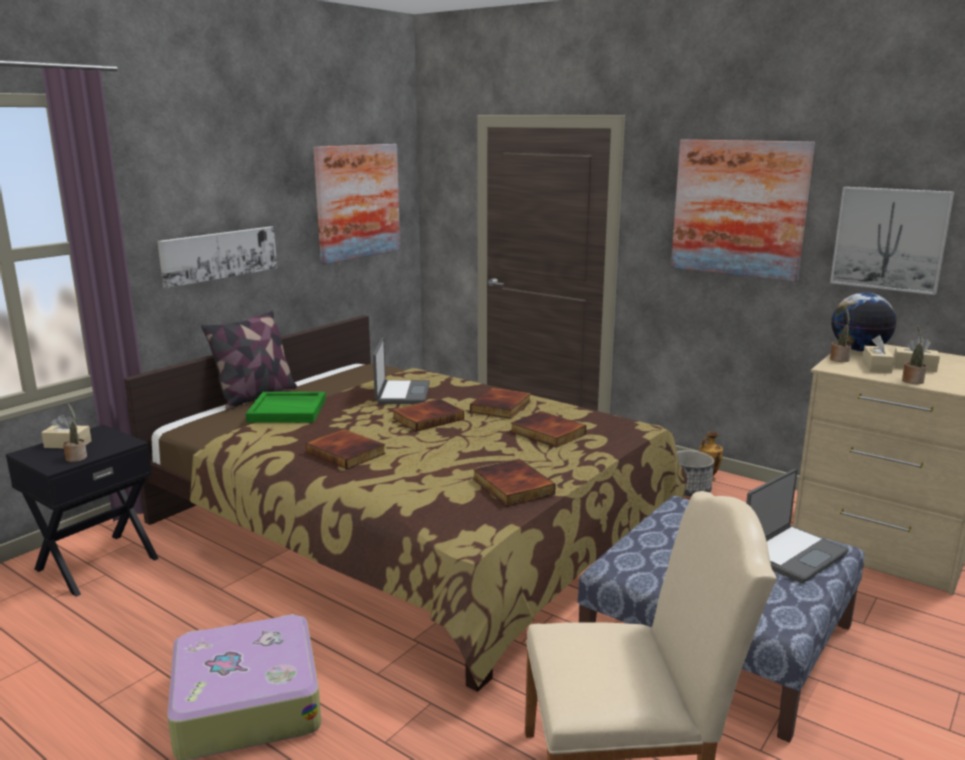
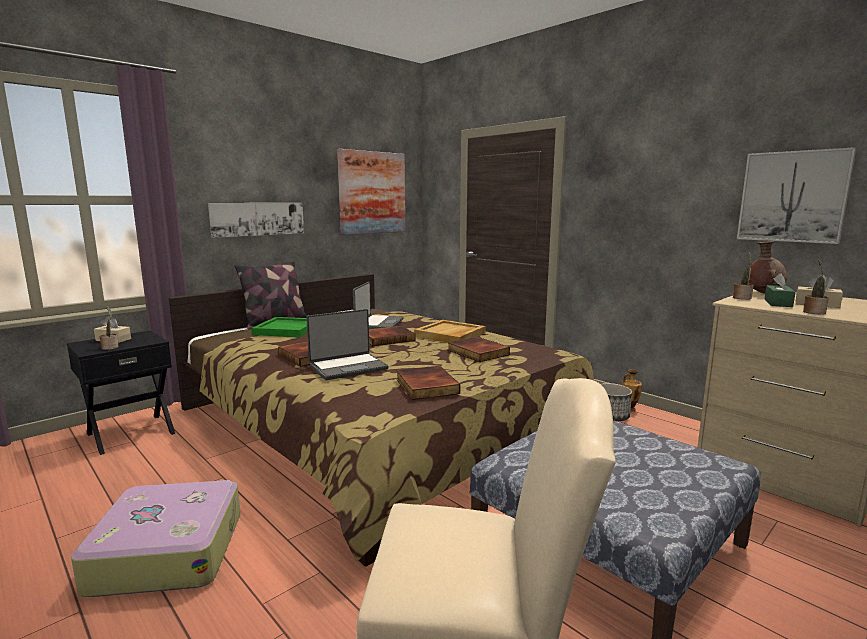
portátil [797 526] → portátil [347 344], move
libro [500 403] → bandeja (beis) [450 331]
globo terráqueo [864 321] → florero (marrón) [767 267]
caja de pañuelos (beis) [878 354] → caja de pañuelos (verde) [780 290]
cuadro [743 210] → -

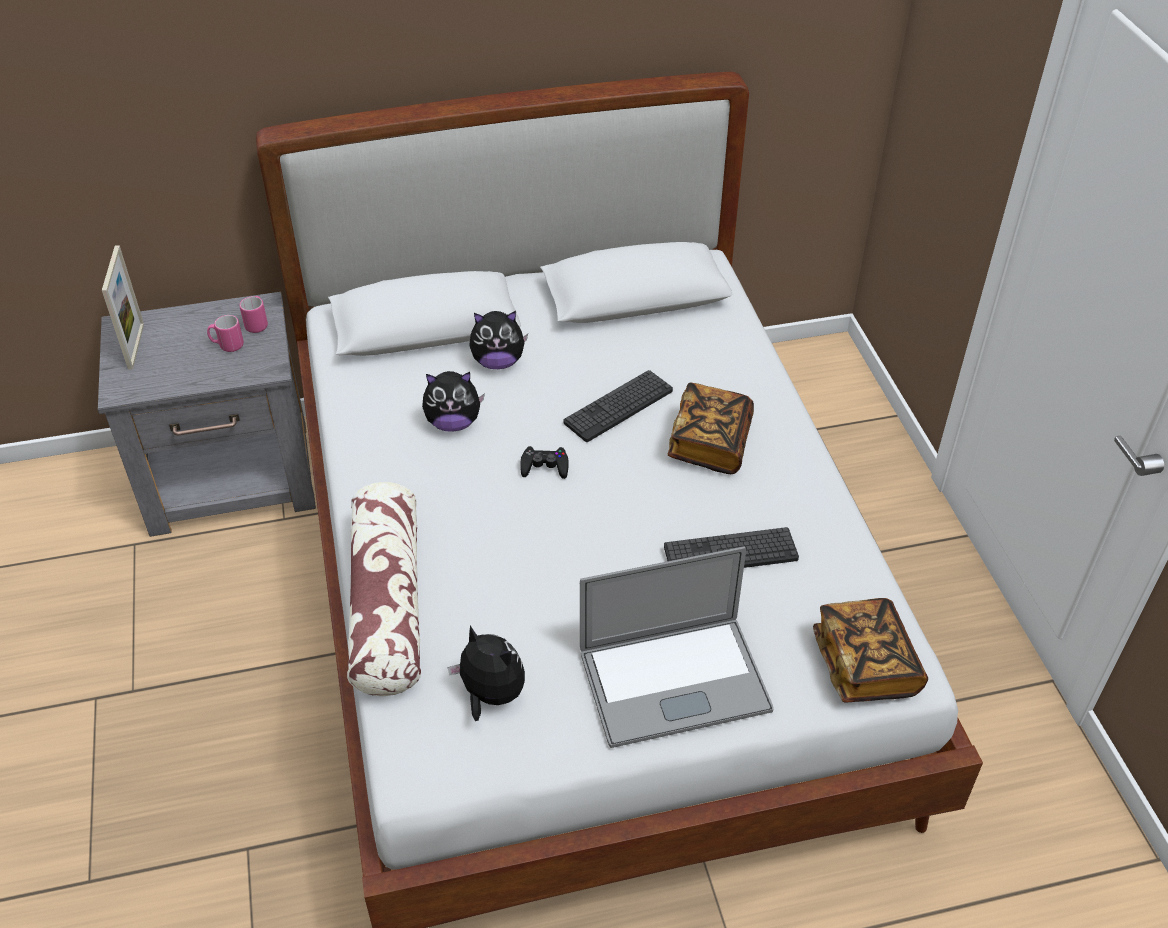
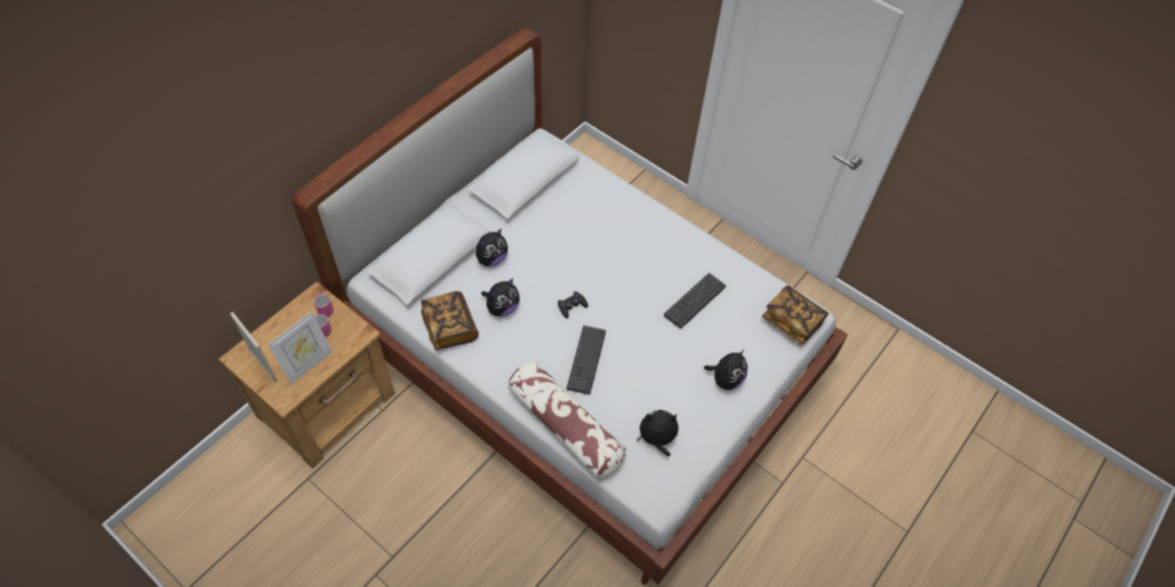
mesita de noche (gris) [207 414] → mesita de noche (marrón) [306 375]
- → portarretratos [300 347]
libro [711 428] → libro [450 320], move
teclado [618 406] → teclado [586 360], move
portátil [677 647] → peluche [726 369]

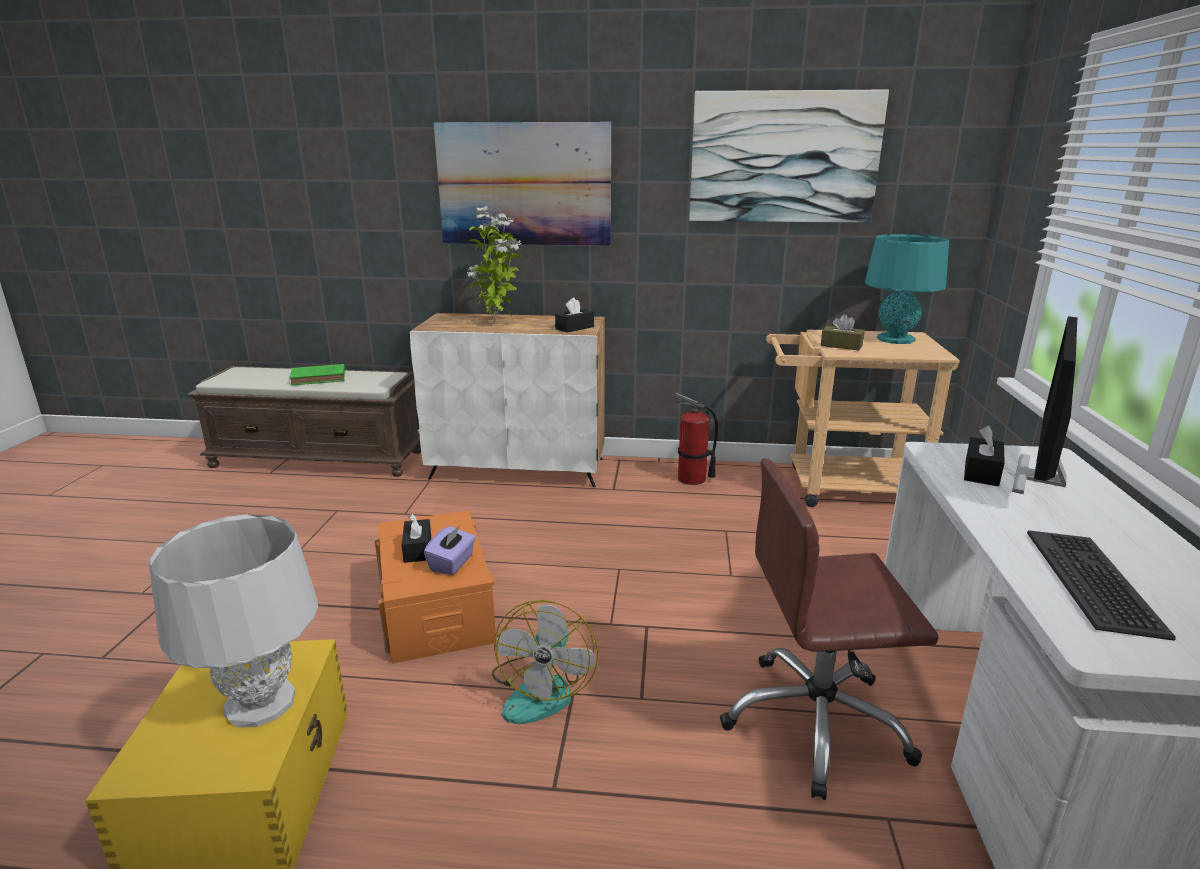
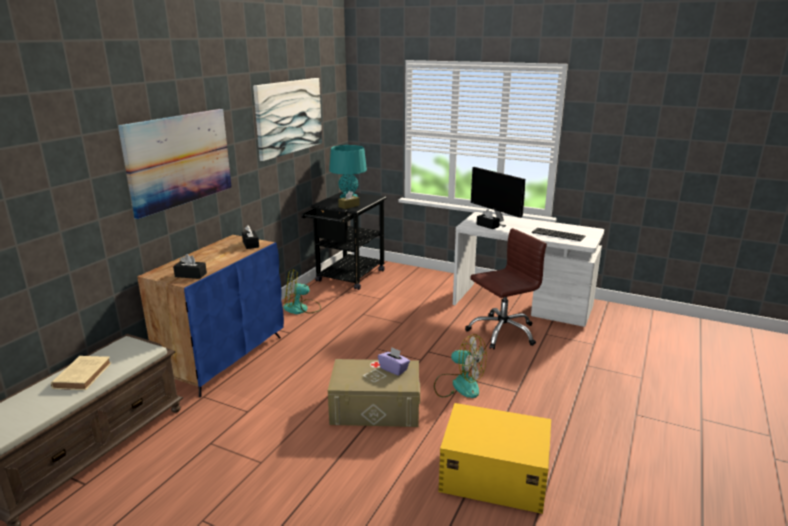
libro (verde) [317 375] → libro (beis) [81 373]
armario (blanco) [507 400] → armario (azul) [210 316]
caja de pañuelos (negro) [416 538] → caja de pañuelos (negro) [190 266], move
extintor [696 439] → ventilador [302 291]
carrito (beis) [863 418] → carrito (negro) [344 241]
caja de almacenaje (naranja) [435 587] → caja de almacenaje (beis) [374 393]
silla de oficina (marrón) [829 629] → silla de oficina (marrón) [506 288], 135 degrees counterclockwise
lámpara de mesa (gris) [233 621] → -
planta en maceta [494 265] → -

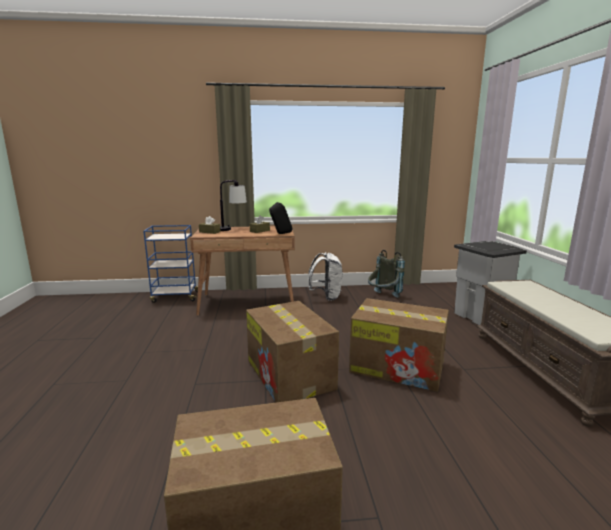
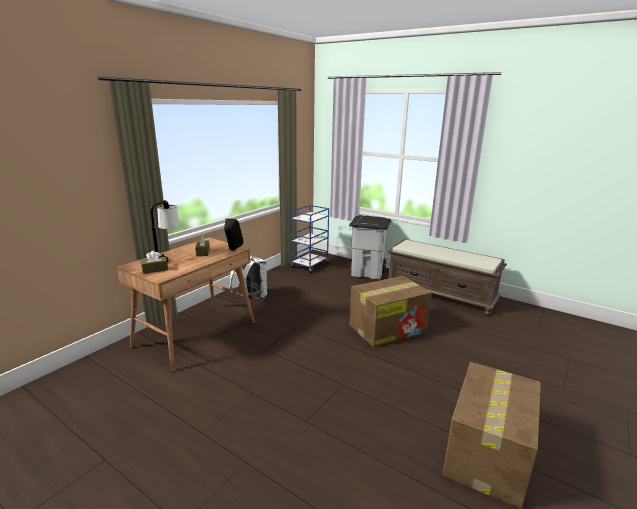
carrito (azul) [170 264] → carrito (azul) [310 239], move
caja de cartón [292 351] → -
mochila (gris) [386 274] → -

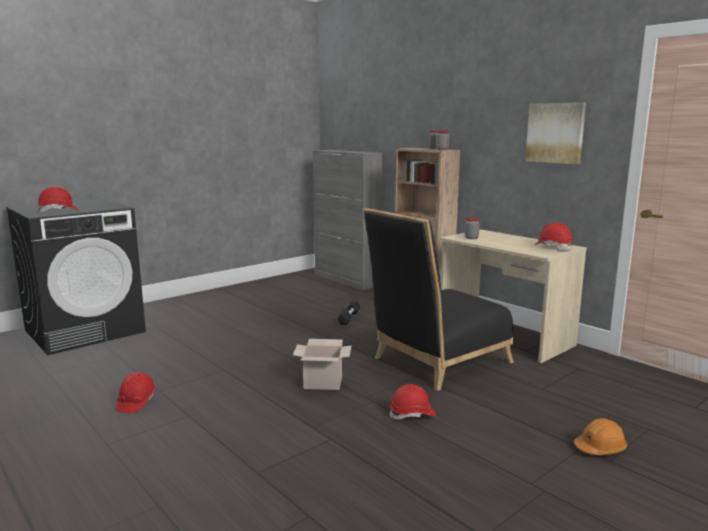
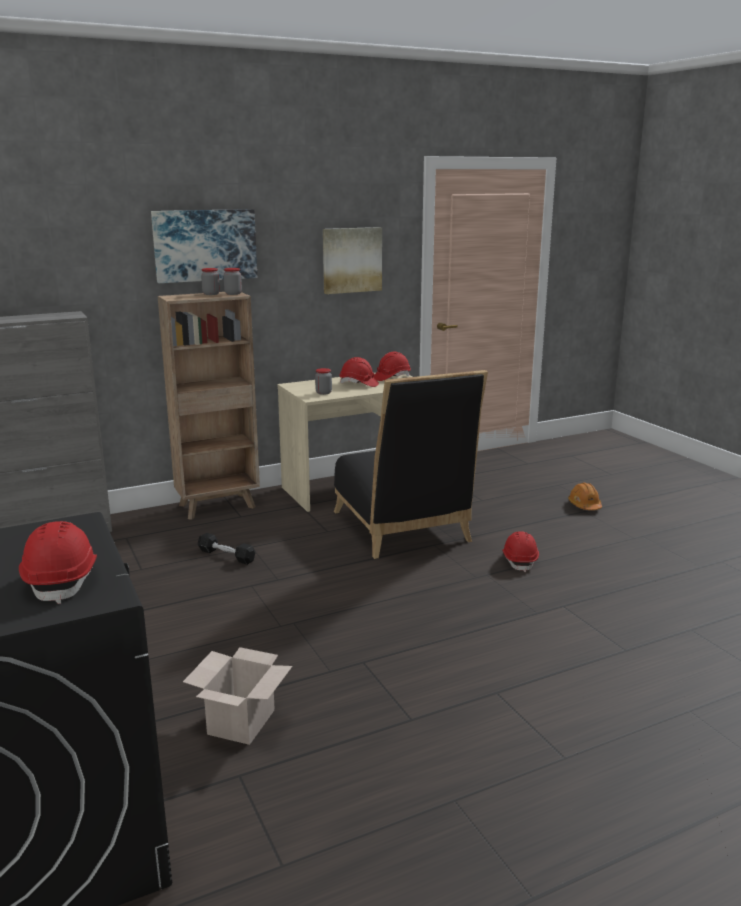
- → cuadro [204 246]
caja de cartón [322 364] → caja de cartón [237 696], move
casco (rojo) [136 392] → casco (rojo) [359 372], move

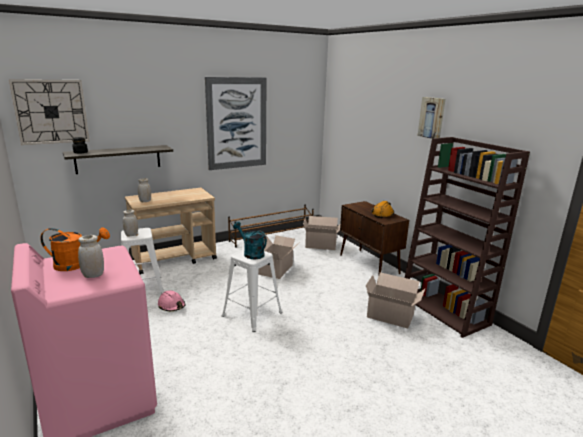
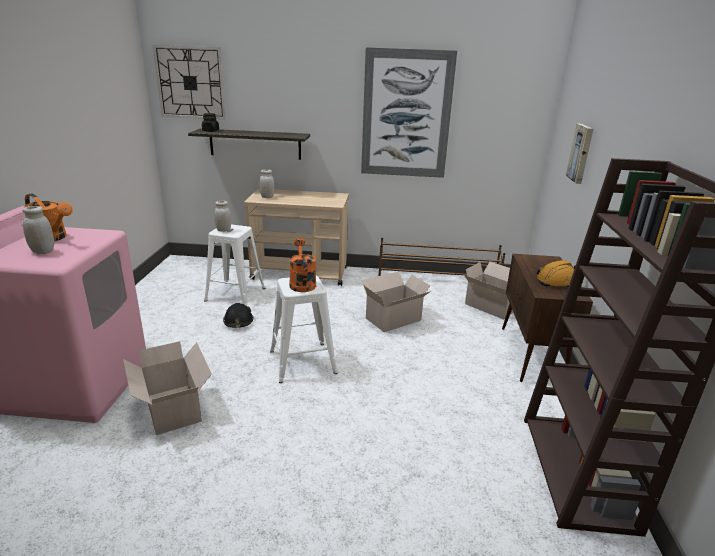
caja de cartón [396 300] → caja de cartón [167 388], move
casco (rosa) [171 301] → casco (negro) [238 315]
regadera (turquesa) [250 240] → regadera (naranja) [302 265]
cuadro [431 118] → cuadro [579 154], move

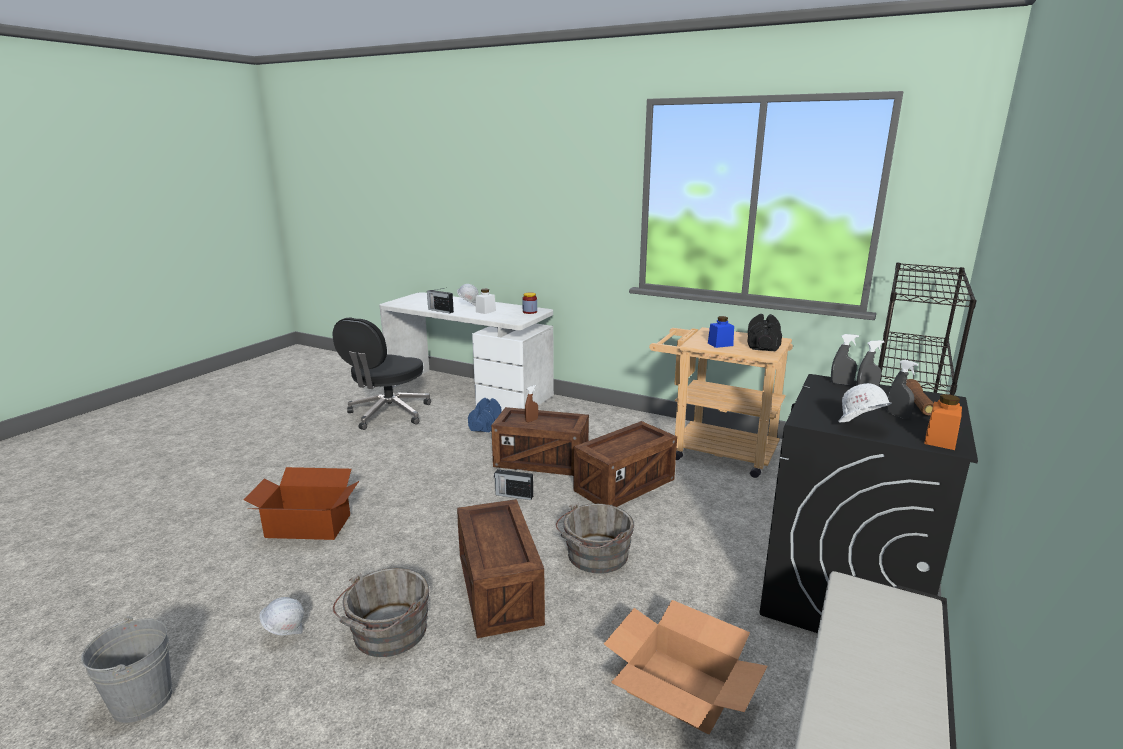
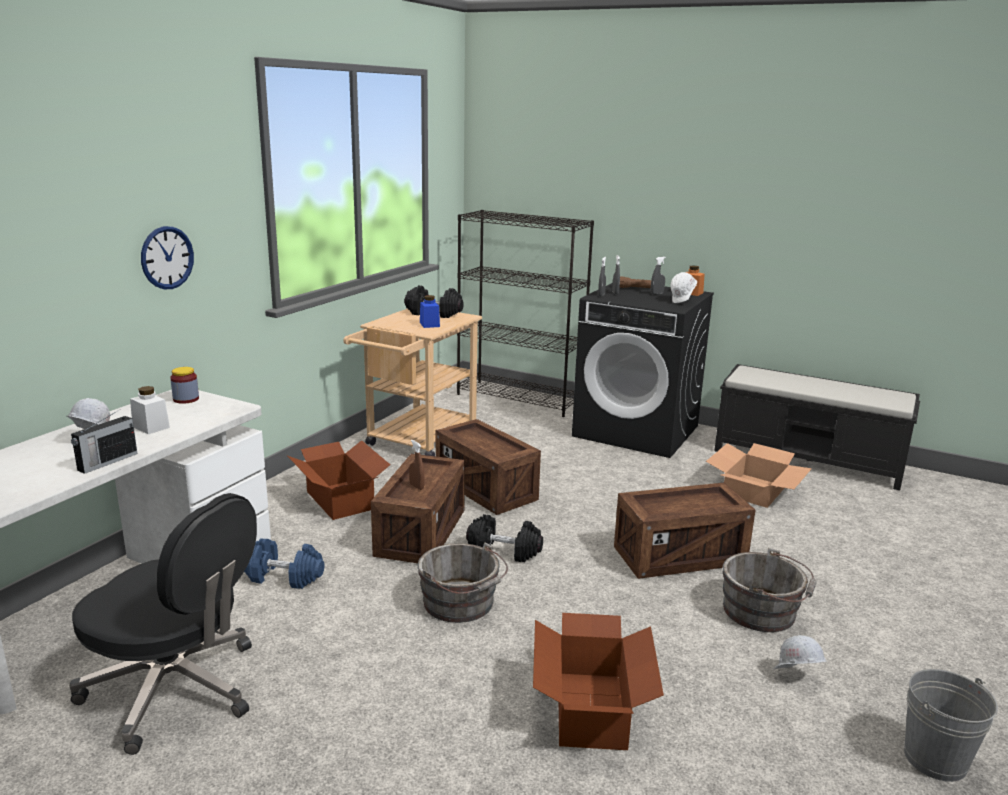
- → reloj de pared [167 257]
- → caja de cartón [339 480]
cubo (gris) [595 538] → cubo (gris) [462 582], move
radio [513 484] → mancuerna (negro) [504 538]

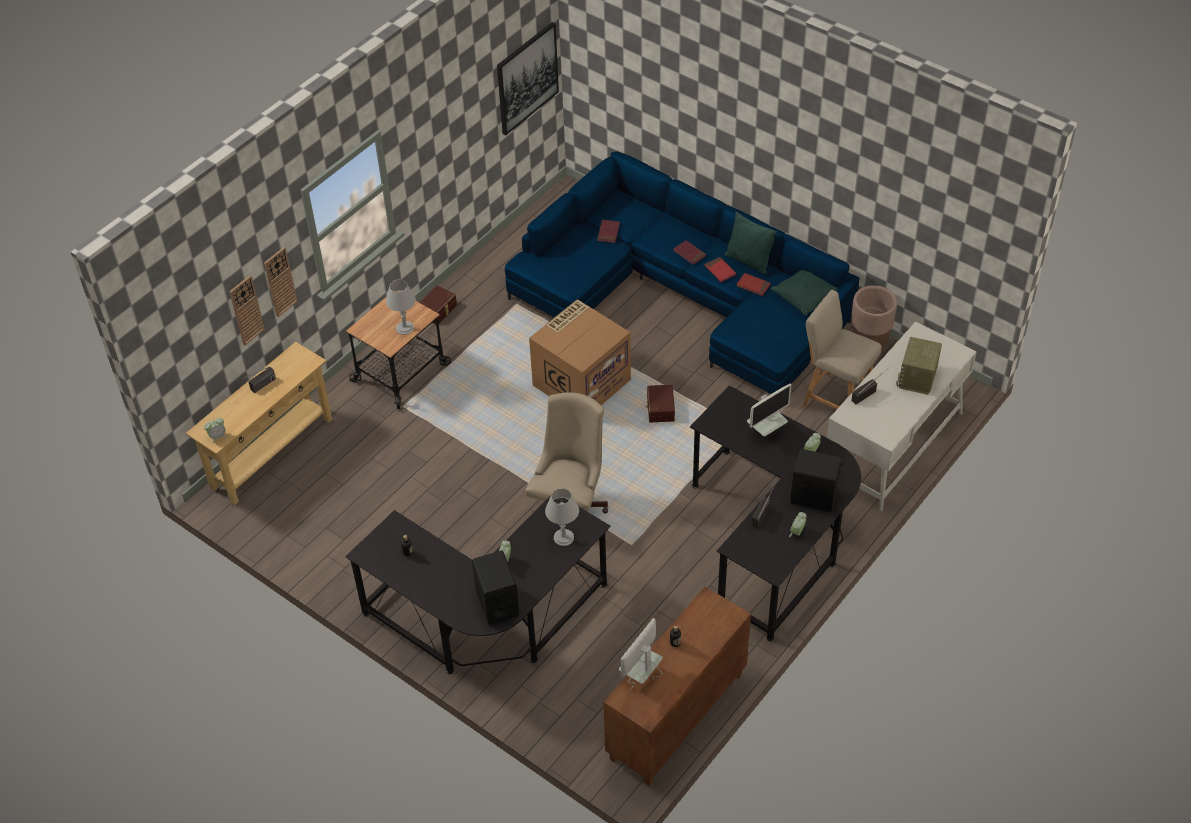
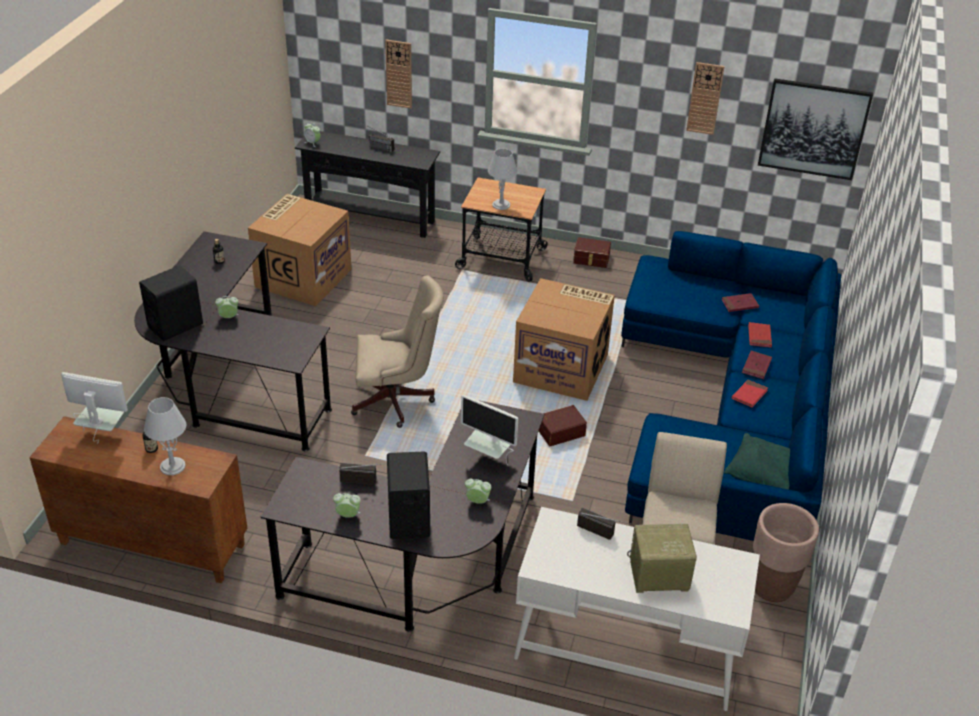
lámpara de mesa (gris) [562 517] → lámpara de mesa (gris) [165 436], move
- → caja de cartón [300 250]
mesa consola (beis) [259 423] → mesa consola (negro) [367 184]
reloj de pared [280 282] → reloj de pared [705 98], move
libro (rojo) [754 284] → libro (rojo) [760 335], move
cojín (verde) [750 242] → -

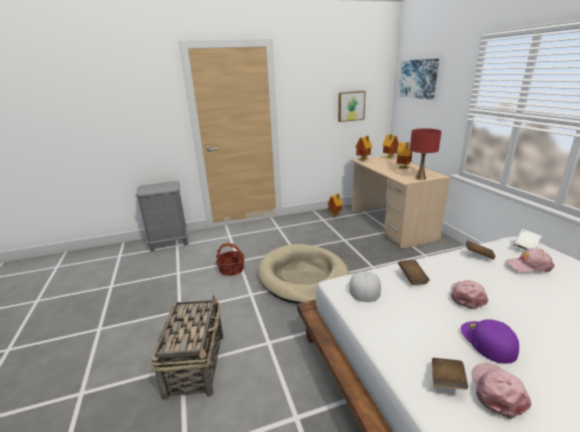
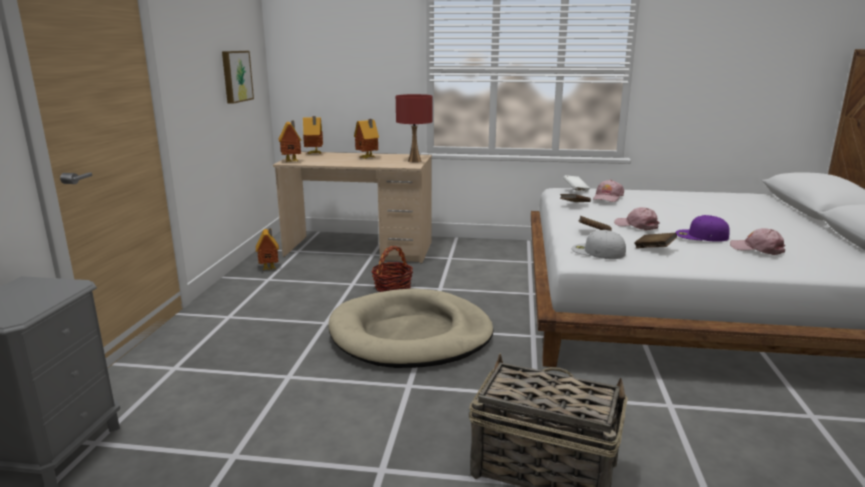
cesta [230 259] → cesta [392 269], move
libro (marrón) [450 373] → libro (marrón) [655 240], move
cuadro [418 79] → -

